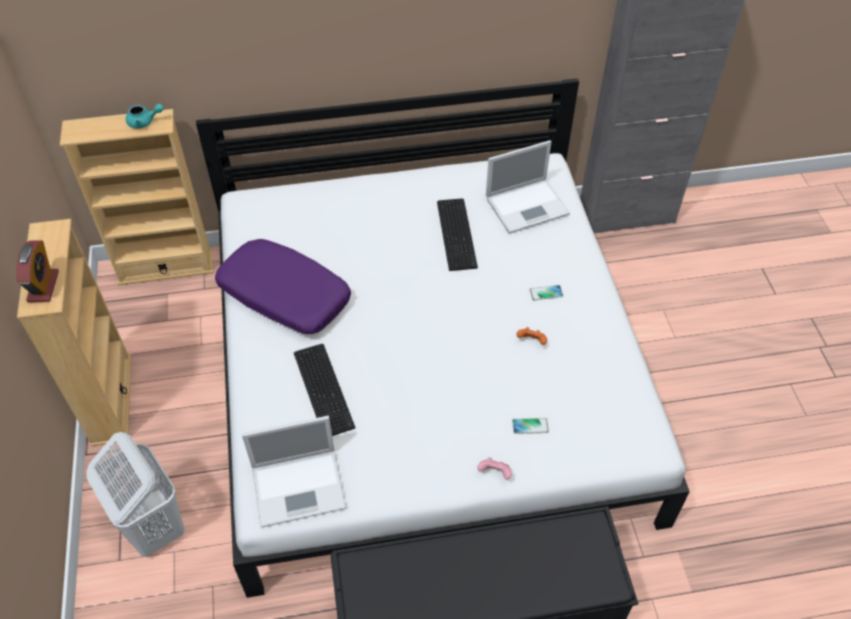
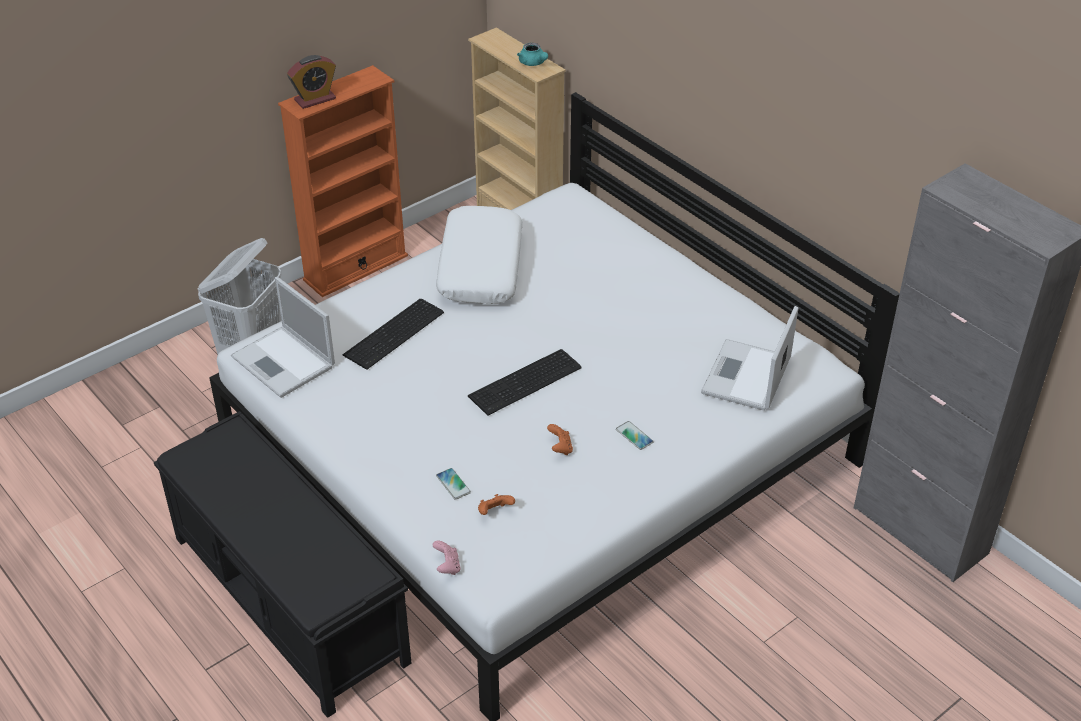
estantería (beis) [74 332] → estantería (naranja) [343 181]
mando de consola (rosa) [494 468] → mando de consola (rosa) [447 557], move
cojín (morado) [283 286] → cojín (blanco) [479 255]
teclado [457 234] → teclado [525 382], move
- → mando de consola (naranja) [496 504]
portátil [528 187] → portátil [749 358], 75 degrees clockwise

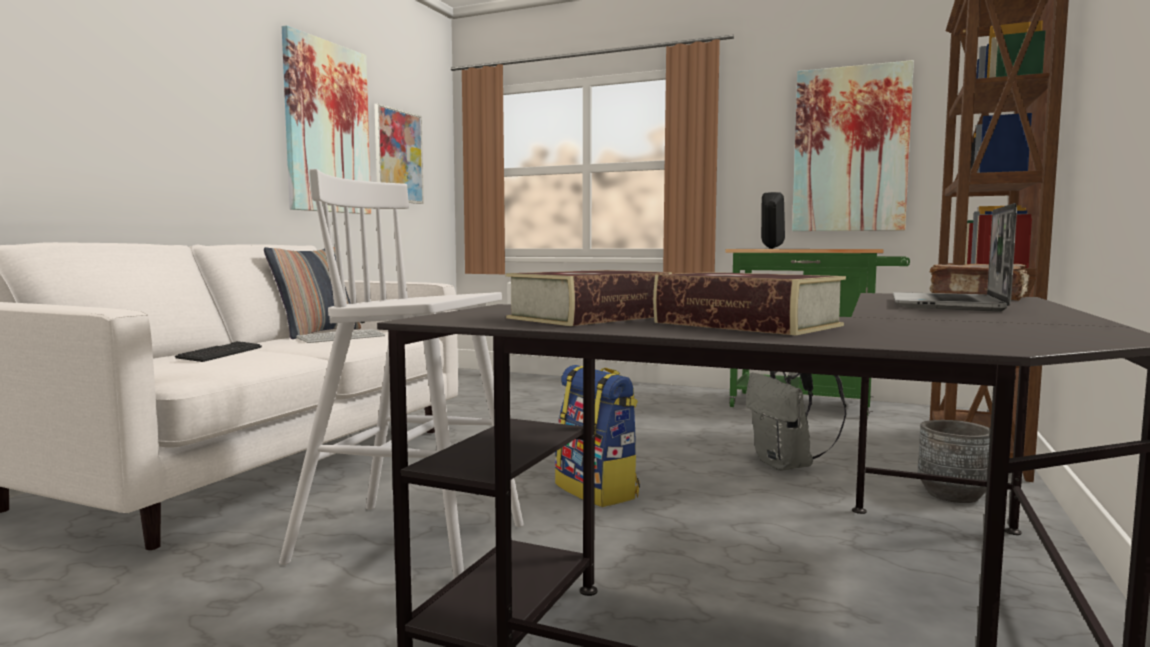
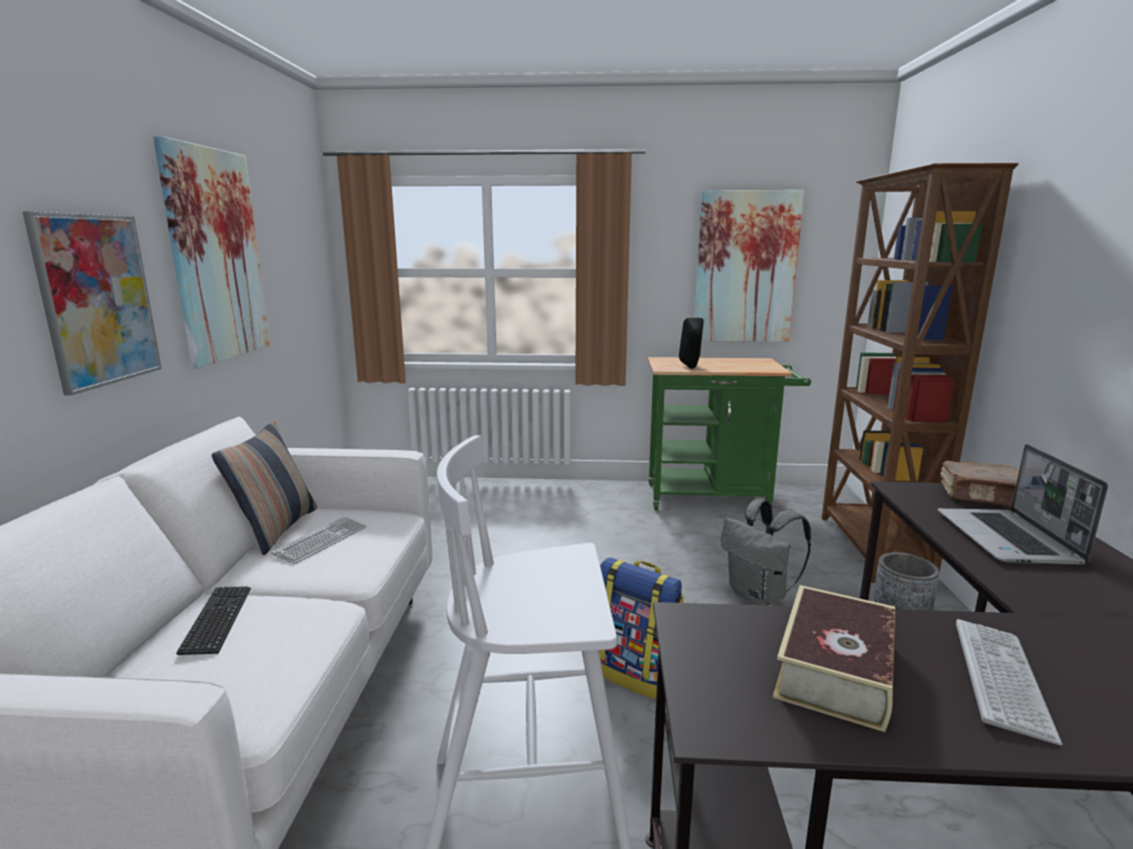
cuadro [399 154] → cuadro [92 304], move
libro [749 303] → teclado [1009 682]

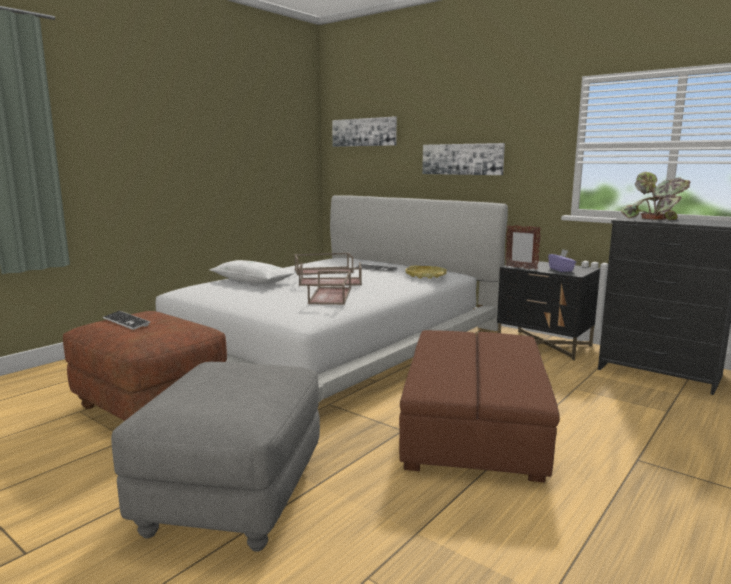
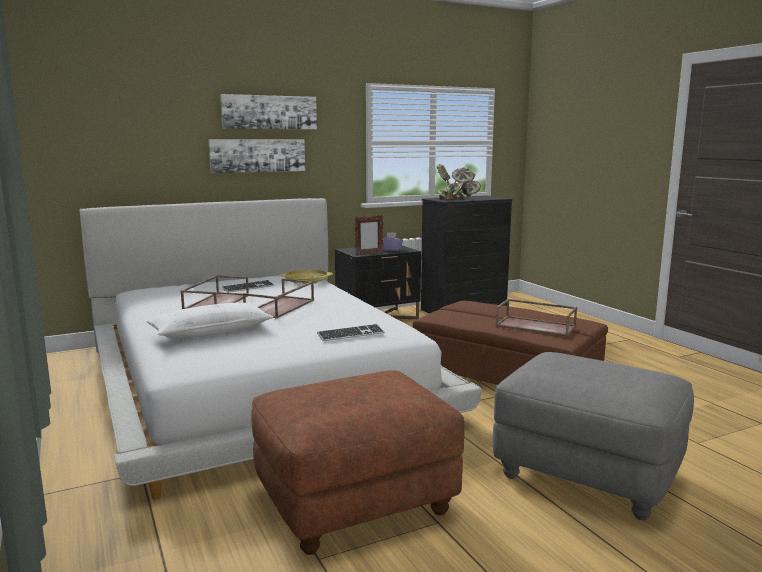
cuadro [364 131] → cuadro [268 111], move
teclado [126 320] → teclado [351 332], move
bandeja (marrón) [329 288] → bandeja (marrón) [536 318], move

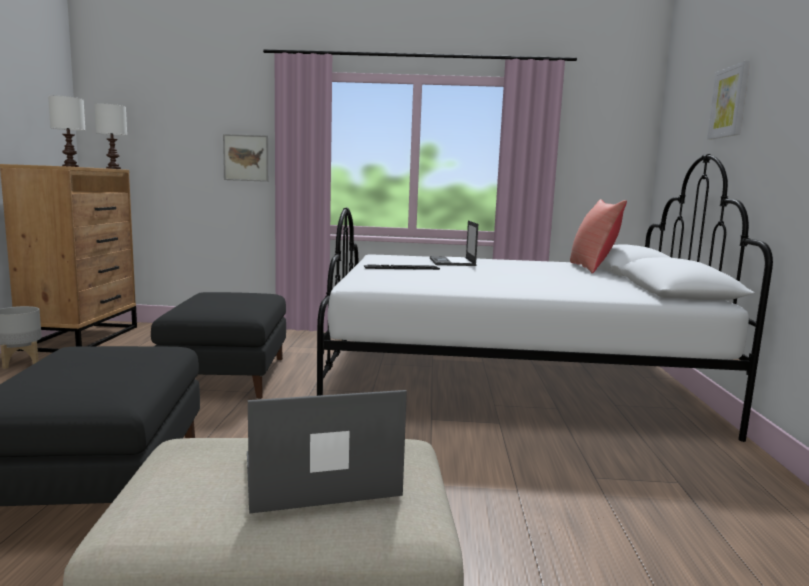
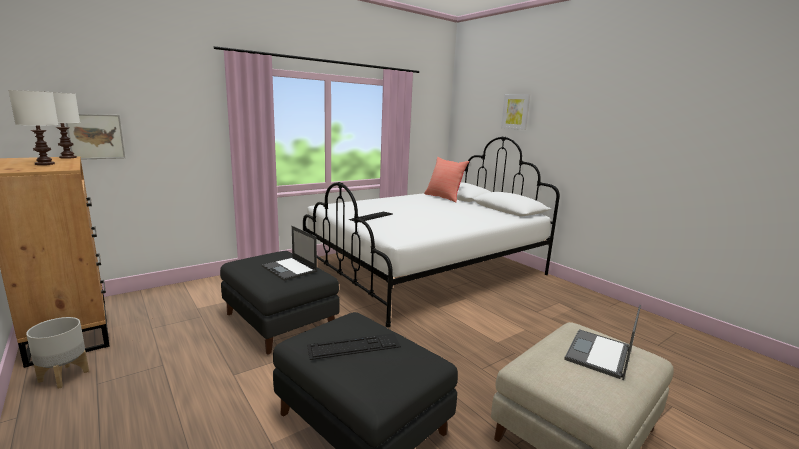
cuadro [245 158] → cuadro [95 137], move
portátil [454 243] → portátil [289 253], move
- → teclado [354 346]

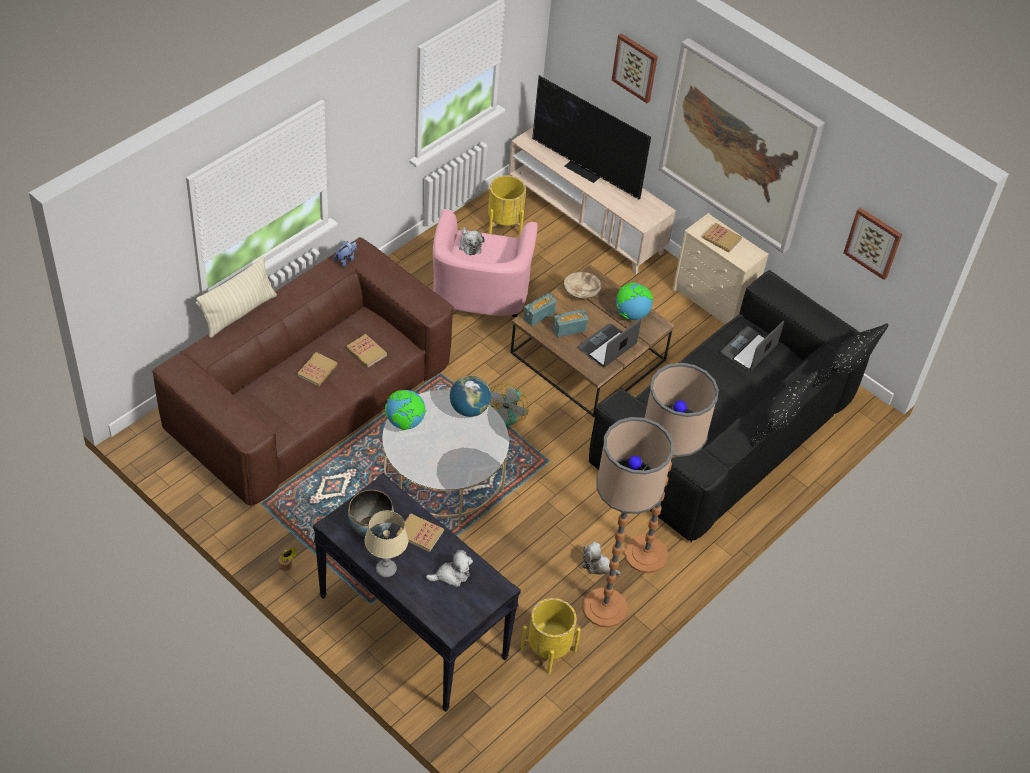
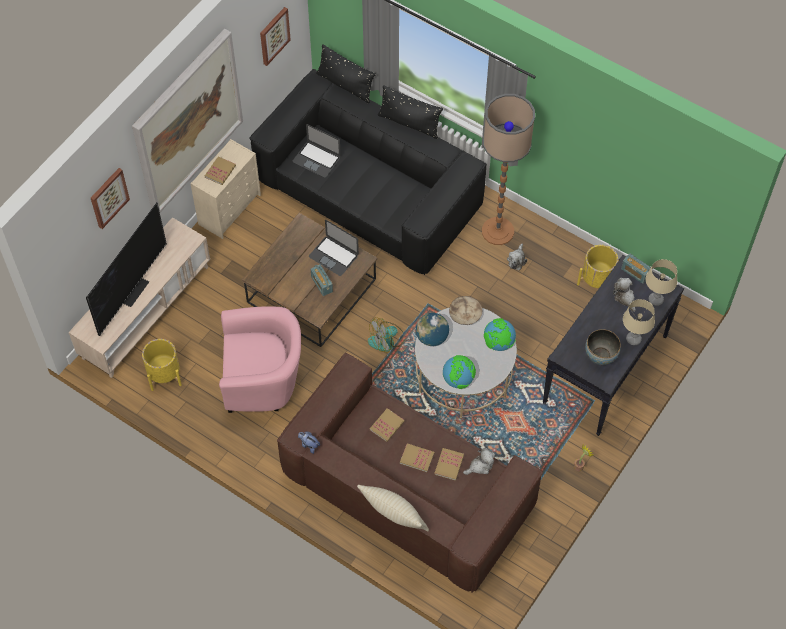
ventilador [509 404] → ventilador [386 335], 135 degrees clockwise
libro [420 532] → libro [449 464], move
cuenco (beis) [582 285] → cuenco (beis) [465 310], move
peluche [471 241] → peluche [479 461], move
globo terráqueo [634 302] → globo terráqueo [500 334], move
radio [539 309] → radio [636 268], move
- → lámpara de mesa (beis) [661 282]
lámpara de pie [628 522] → -

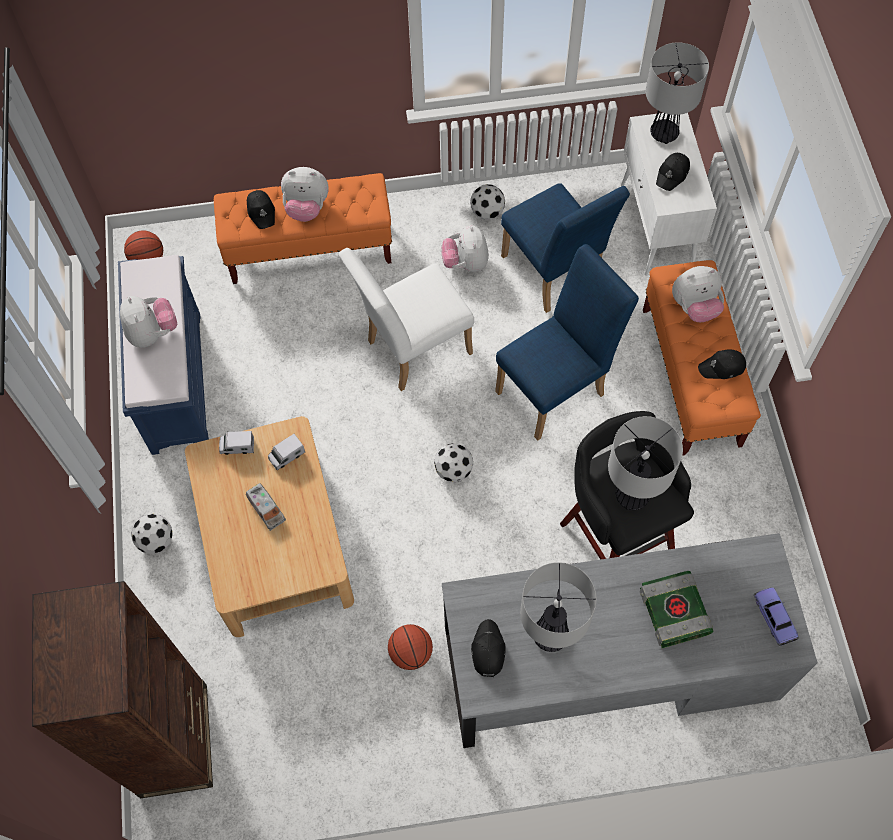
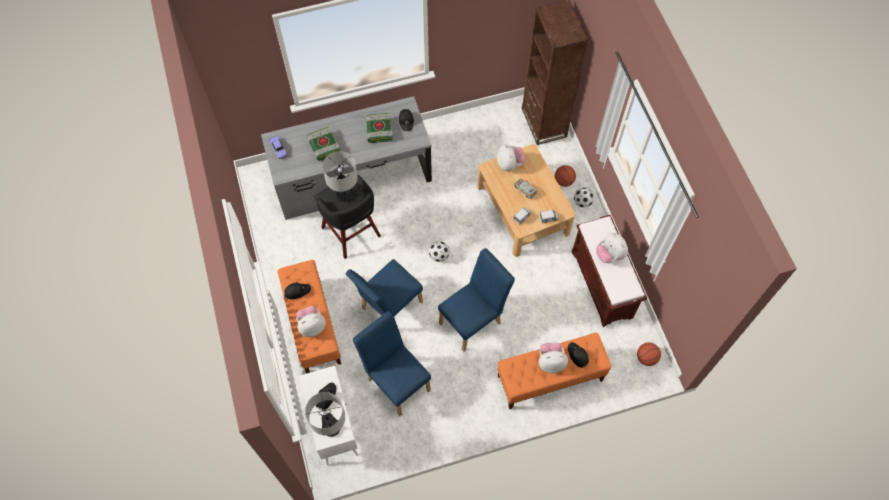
lámpara de mesa [558 607] → libro [379 128]
silla (blanco) [406 319] → silla (azul) [476 300]
peluche [465 248] → peluche [511 158], move
balón de baloncesto [410 647] → balón de baloncesto [565 176], move
banco (azul) [163 355] → banco (marrón) [609 271]
balón de fútbol [487 202] → -

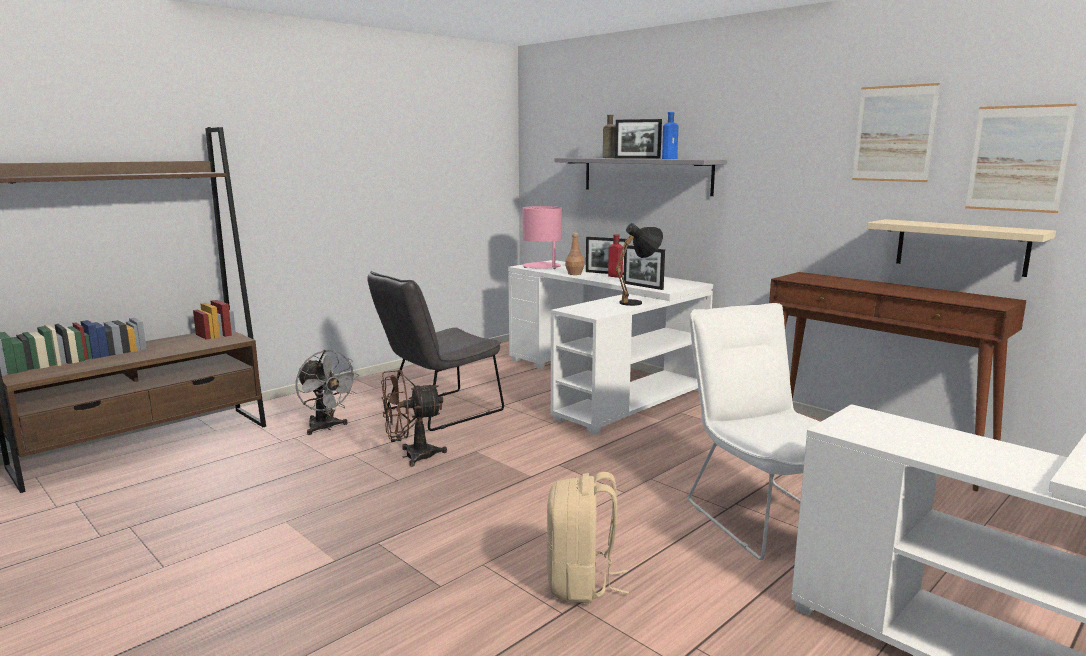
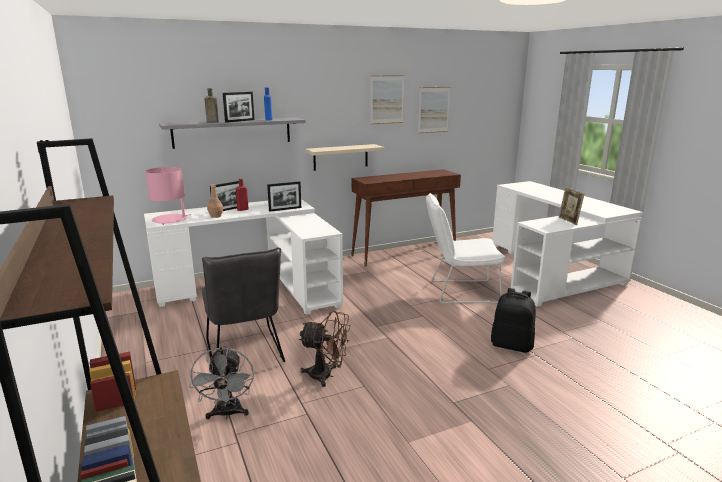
ventilador (gris) [328 392] → ventilador (gris) [221 382], 105 degrees clockwise
ventilador (marrón) [414 418] → ventilador (marrón) [324 348], 75 degrees counterclockwise
estante (beis) [961 248] → estante (beis) [345 157], move
mochila (beis) [588 537] → mochila (negro) [513 320]
- → portarretratos [571 206]
lámpara de mesa (negro) [639 264] → -

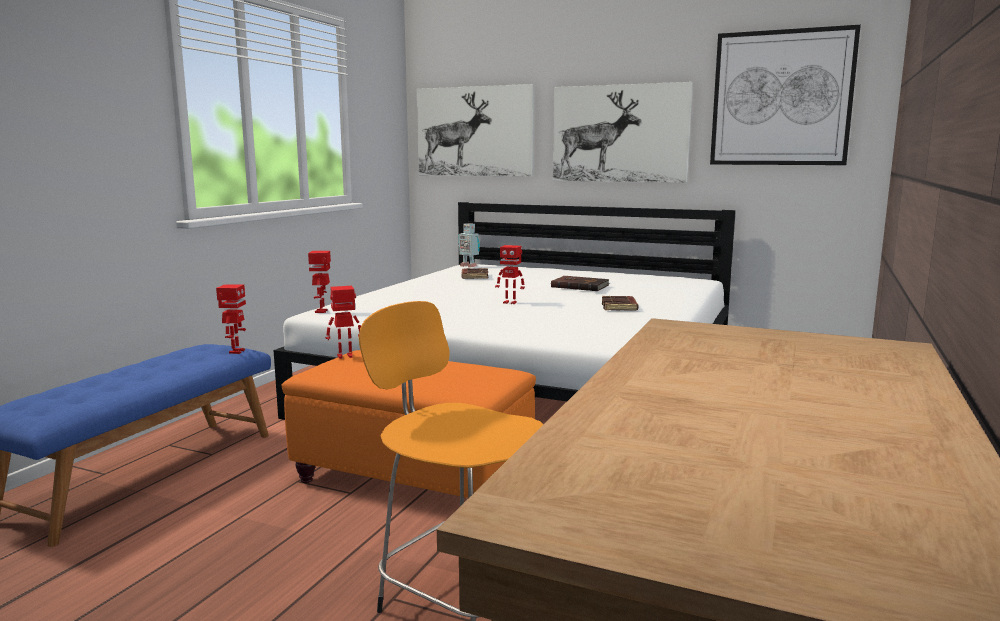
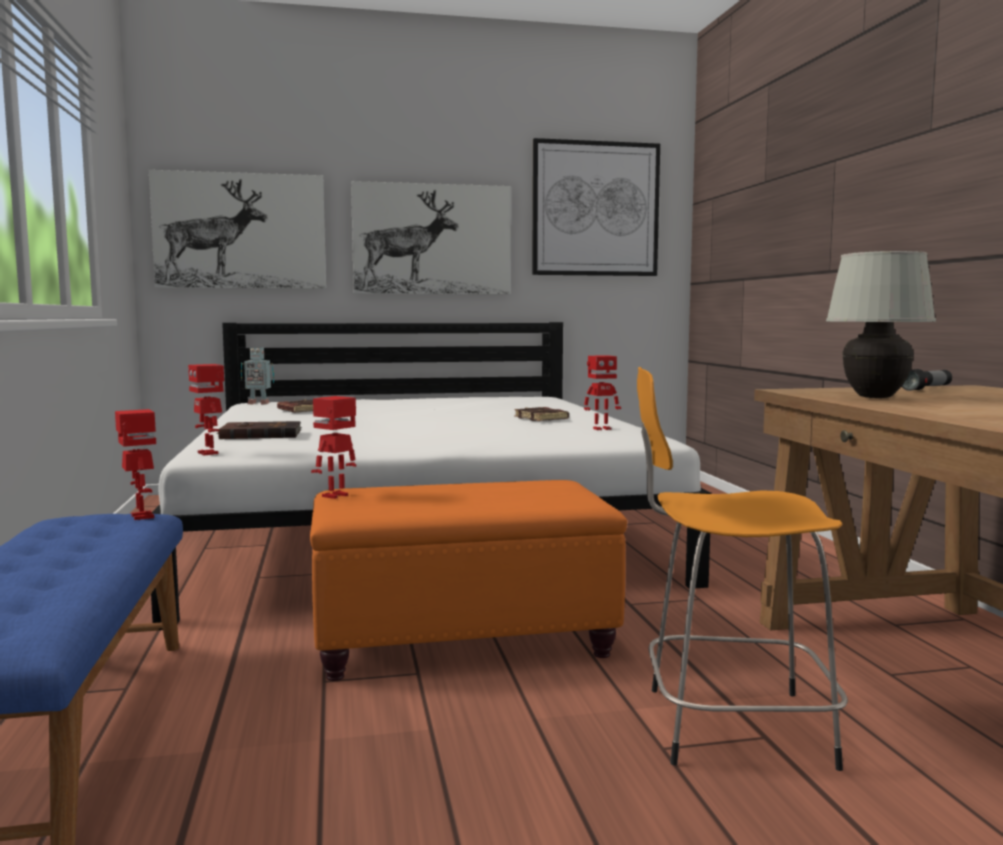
libro (marrón) [580 283] → libro (marrón) [259 430], move
robot de juguete [510 274] → robot de juguete [602 392], move
- → lámpara de mesa (blanco) [881 324]
- → linterna [926 380]

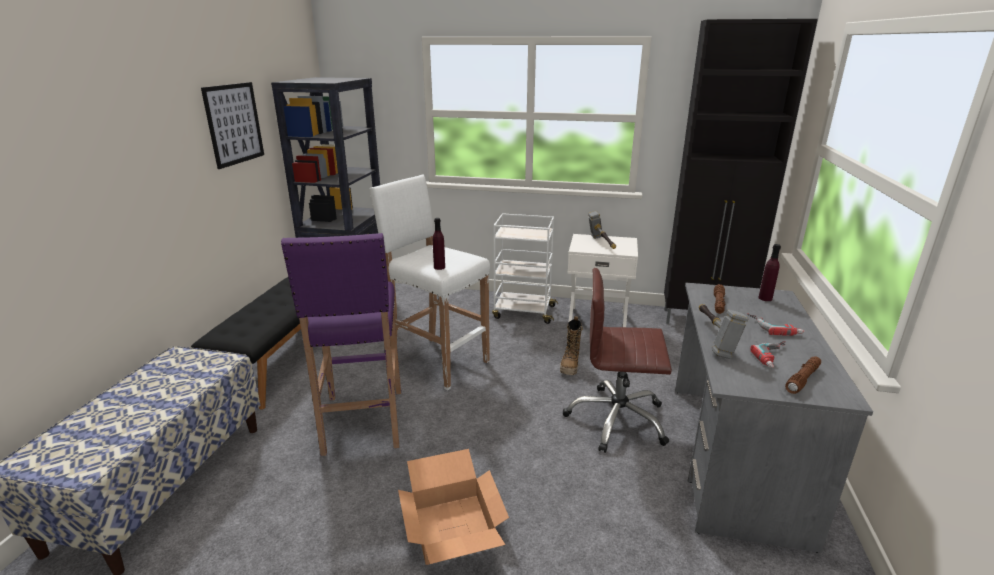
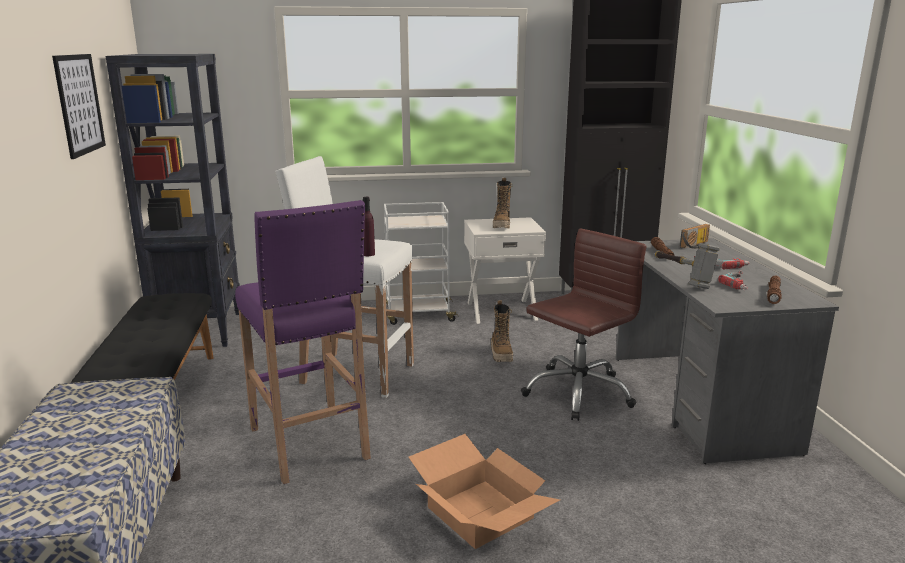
martillo [602 230] → bota [502 203]
silla de oficina (marrón) [617 360] → silla de oficina (marrón) [583 324], 150 degrees clockwise
botella (morado) [769 272] → radio [695 236]

